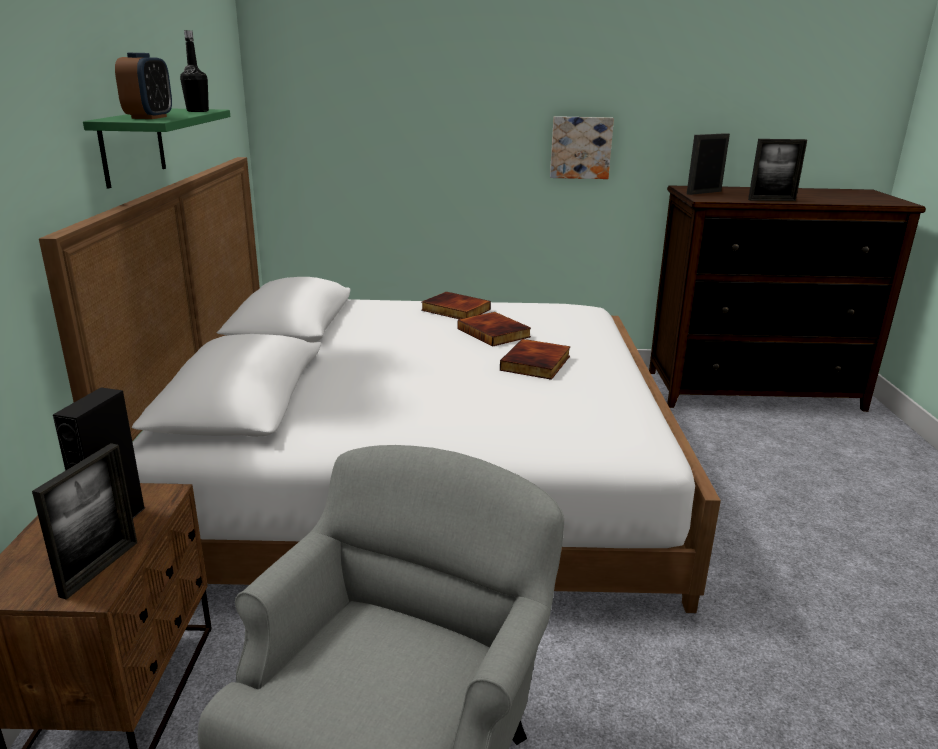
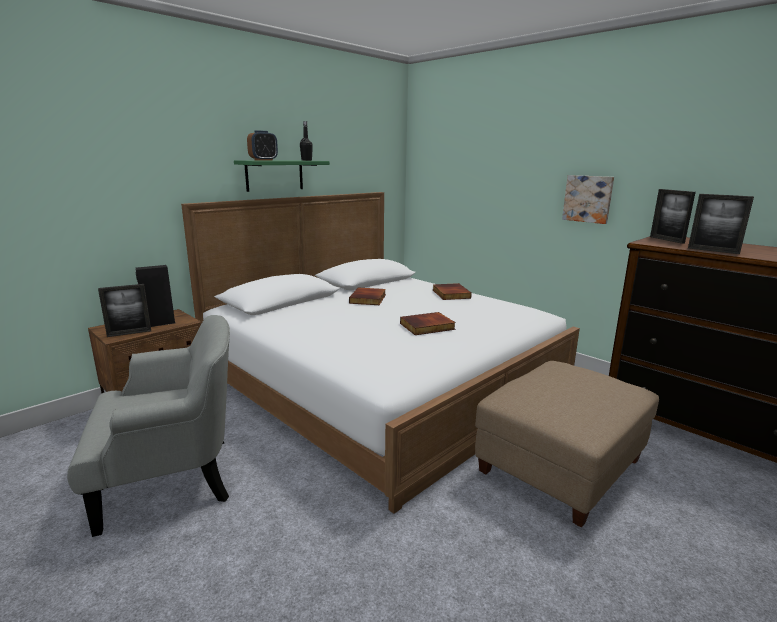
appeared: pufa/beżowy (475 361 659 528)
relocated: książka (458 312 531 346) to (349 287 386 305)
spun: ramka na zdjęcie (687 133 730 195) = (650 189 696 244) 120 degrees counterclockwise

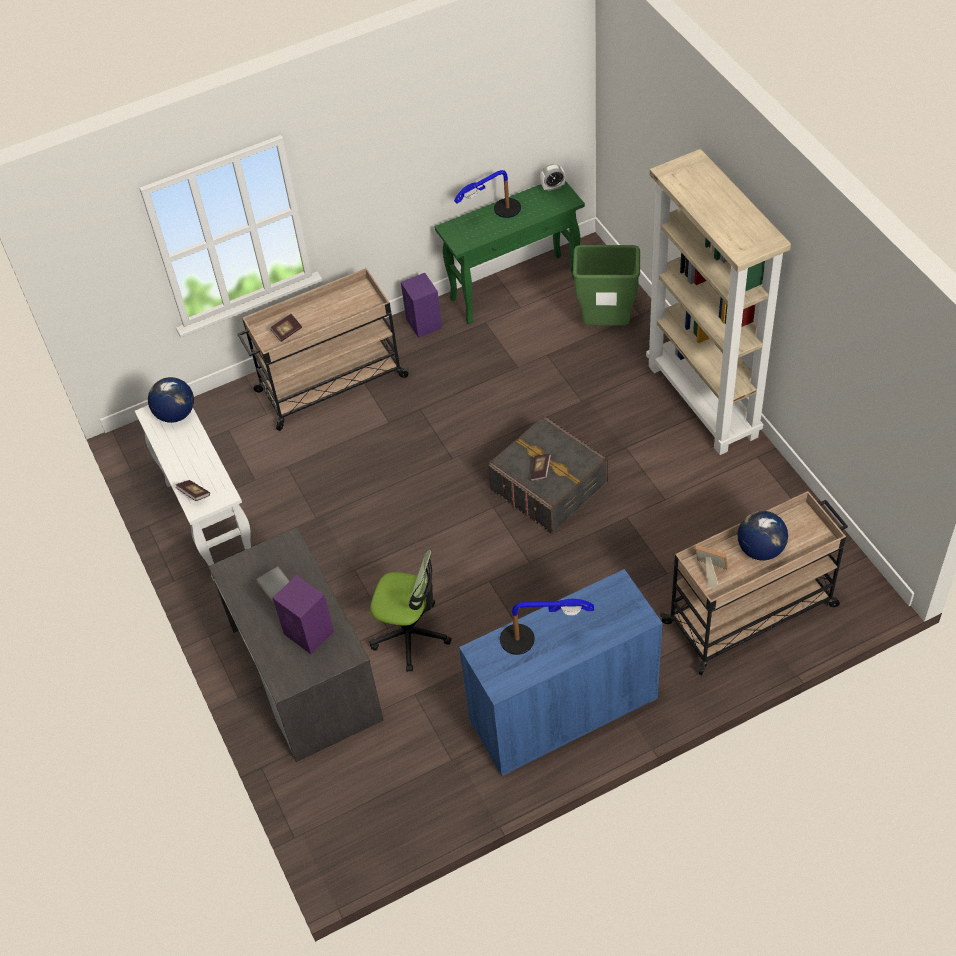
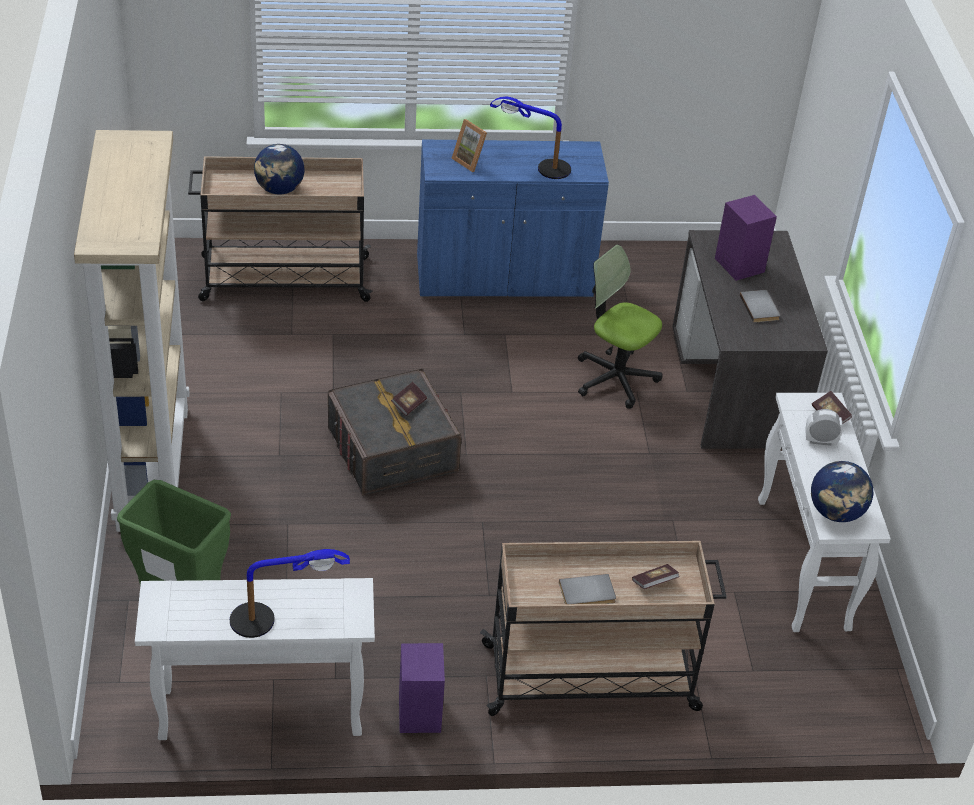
appeared: książka/szary (559 574 616 604)
relocated: ramka na zdjęcie (695 545 728 589) to (452 119 487 172); budzik (540 164 566 191) to (806 409 843 446)
colour: stolik konsolowy/zielony (434 181 585 324) to stolik konsolowy/biały (135 578 375 740)

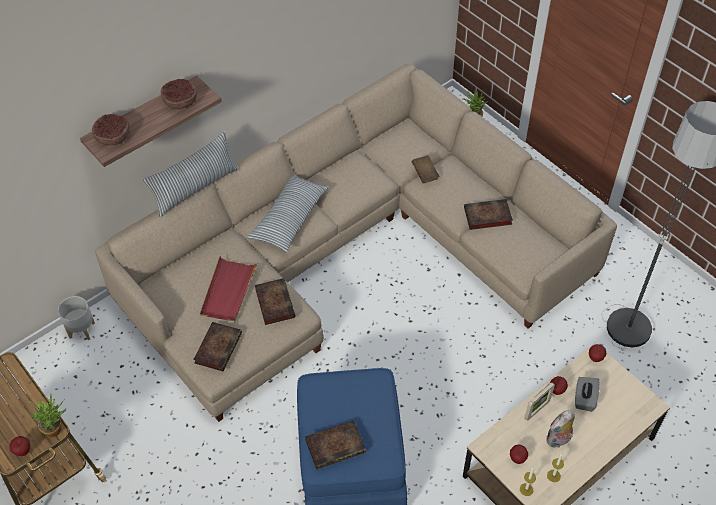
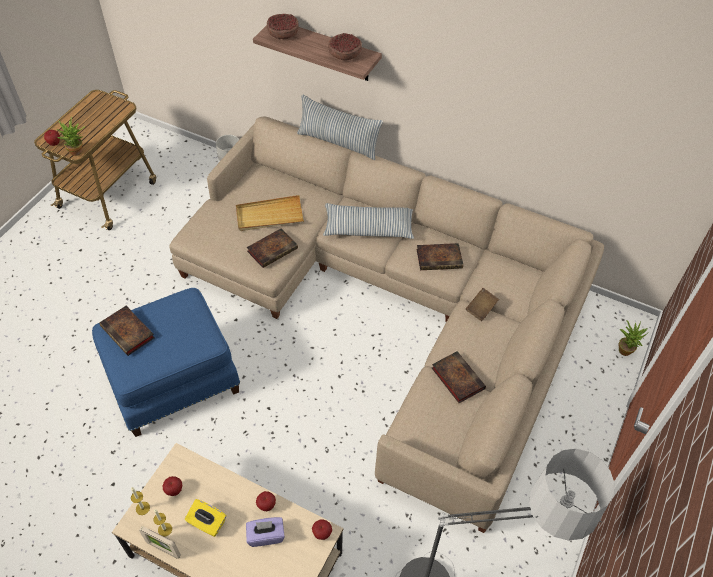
relocated: ramka na zdjęcie (525 382 555 421) to (139 526 181 559); książka (193 322 242 371) to (417 243 463 270)
exchanged: pluszak (546 410 575 448) to pudełko chusteczek/żółty (185 499 226 537)
colour: taca/czerwony (200 256 258 323) to taca/beżowy (236 195 304 231); pudełko chusteczek/szary (575 377 600 412) to pudełko chusteczek/fioletowy (246 517 285 547)

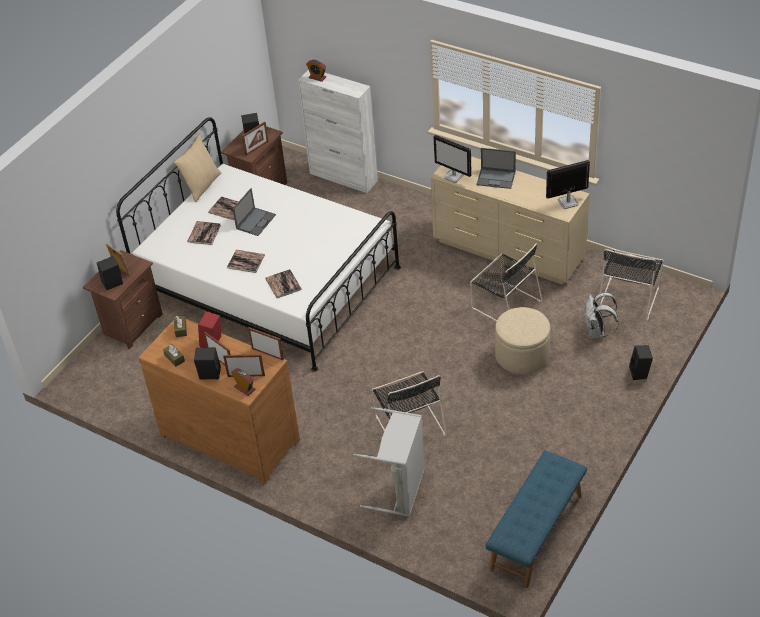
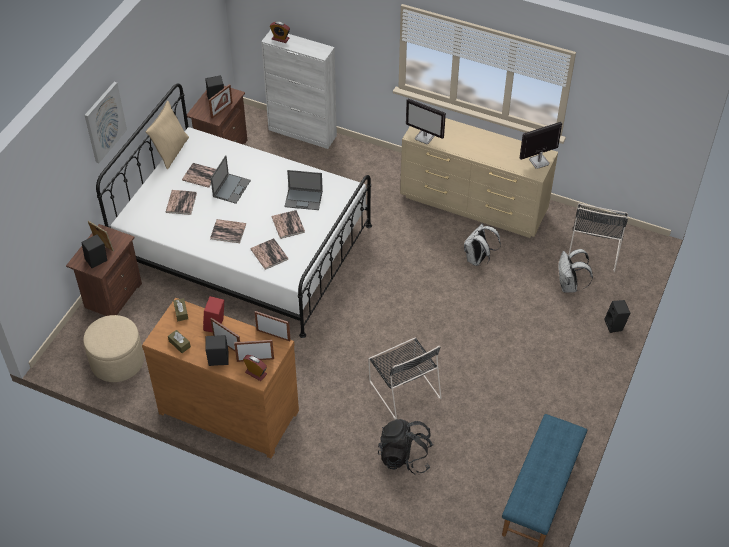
appeared: obraz (85 82 127 163); książka (272 210 305 239)
relocated: pufa/beżowy (495 307 550 374) to (83 315 144 382); laptop (476 148 516 189) to (284 170 323 210)
exchanged: kosz na pranie/szary (354 407 425 517) to plecak/czarny (378 419 433 475); krzesło/czarny (470 244 543 321) to plecak/biały (464 223 501 266)

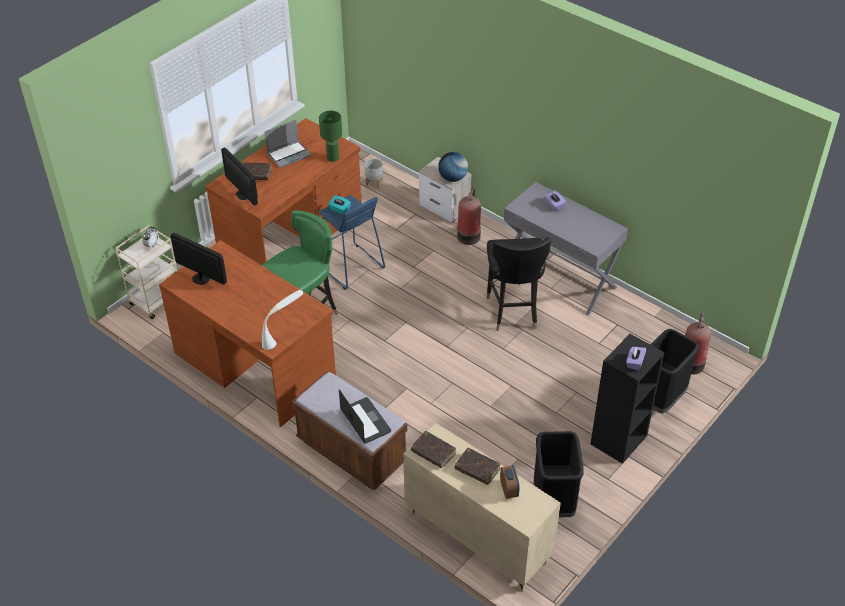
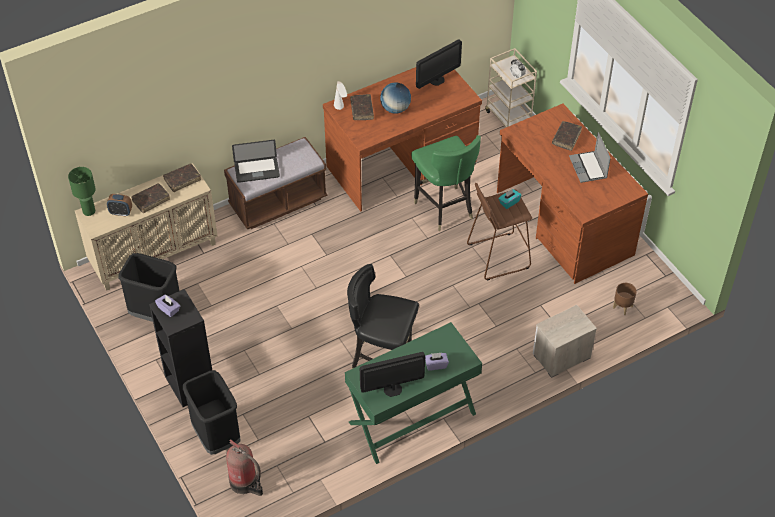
missing: gaśnica (457 187 481 245)
appeared: książka/brązowy (350 94 374 120)
relocated: lampa stołowa/zielony (319 111 342 162) to (68 167 96 216); monitor (221 147 258 206) to (360 352 425 397); globus (438 152 468 182) to (380 83 411 114)
colour: biurko/szary (504 182 628 316) to biurko/zielony (345 322 482 464); stołek/niebieski (319 195 385 290) to stołek/brązowy (467 182 532 281); donica/szary (365 159 383 188) to donica/brązowy (613 283 637 315)

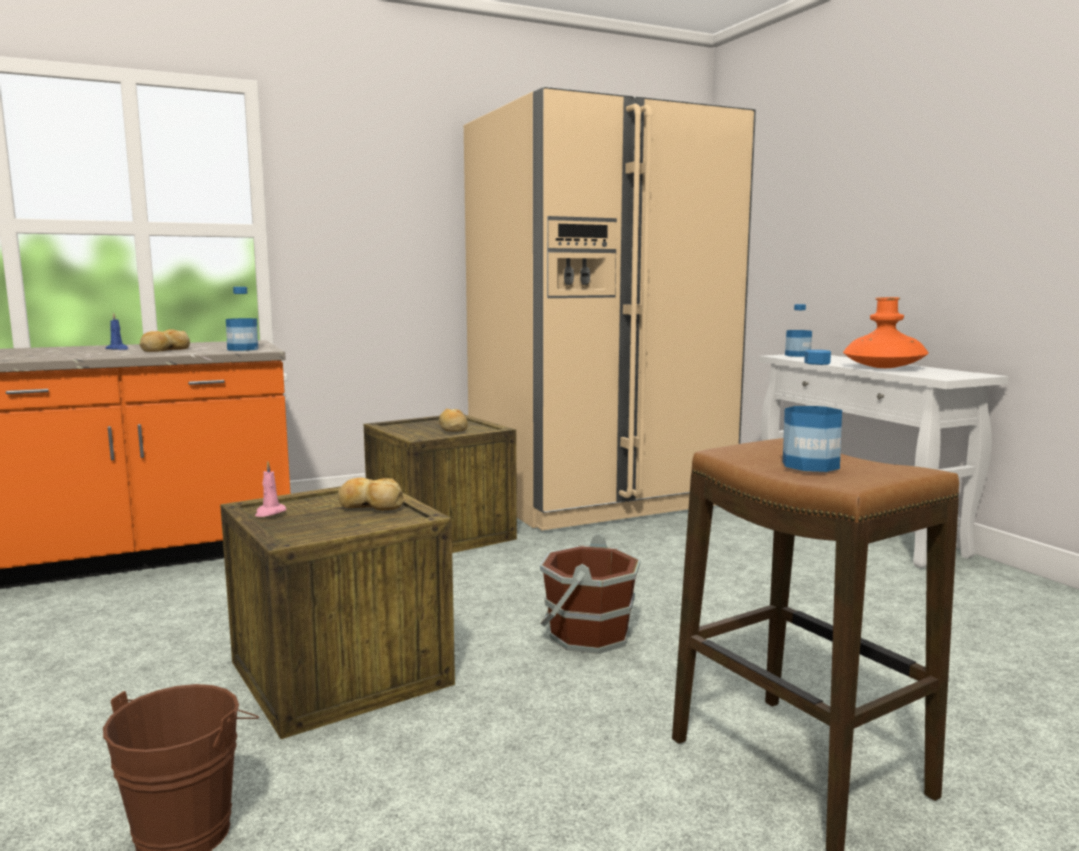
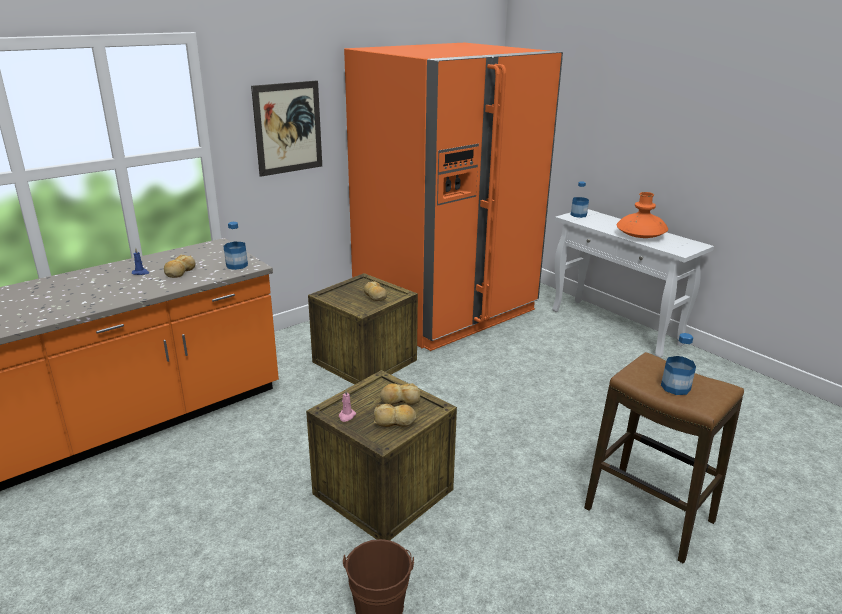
missing: wiadro/brązowy (540 533 641 654)
appeared: obraz (251 80 322 177); chleb (374 404 416 427)
colour: lodówka/beżowy (464 87 756 530) to lodówka/pomarańczowy (344 43 563 351)

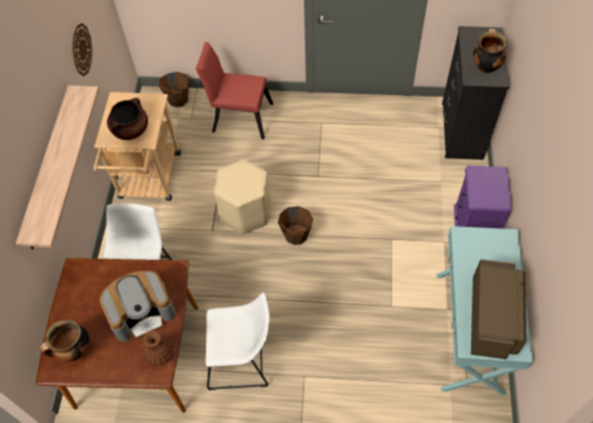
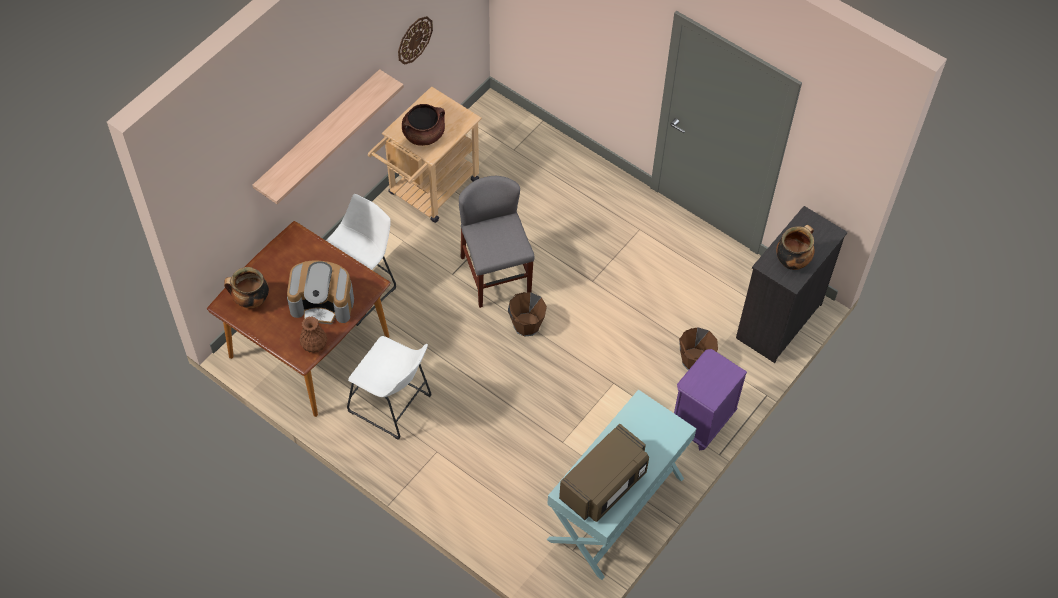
missing: krzesło/czerwony (196 42 273 139)
relocated: wiadro/brązowy (159 72 189 108) to (679 327 718 370)
exchanged: stołek/beżowy (214 160 270 235) to krzesło/szary (459 176 535 308)

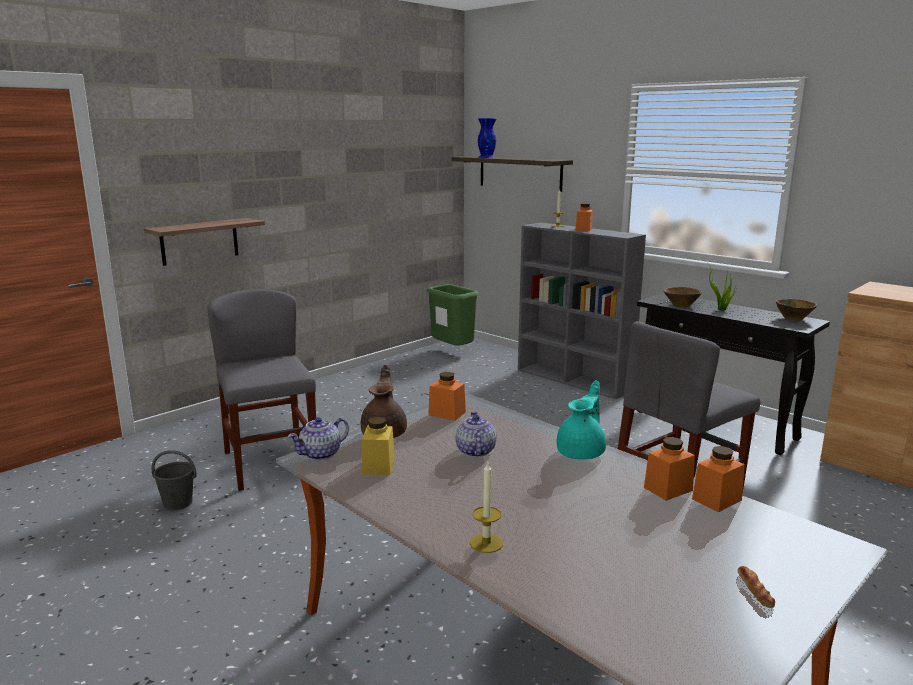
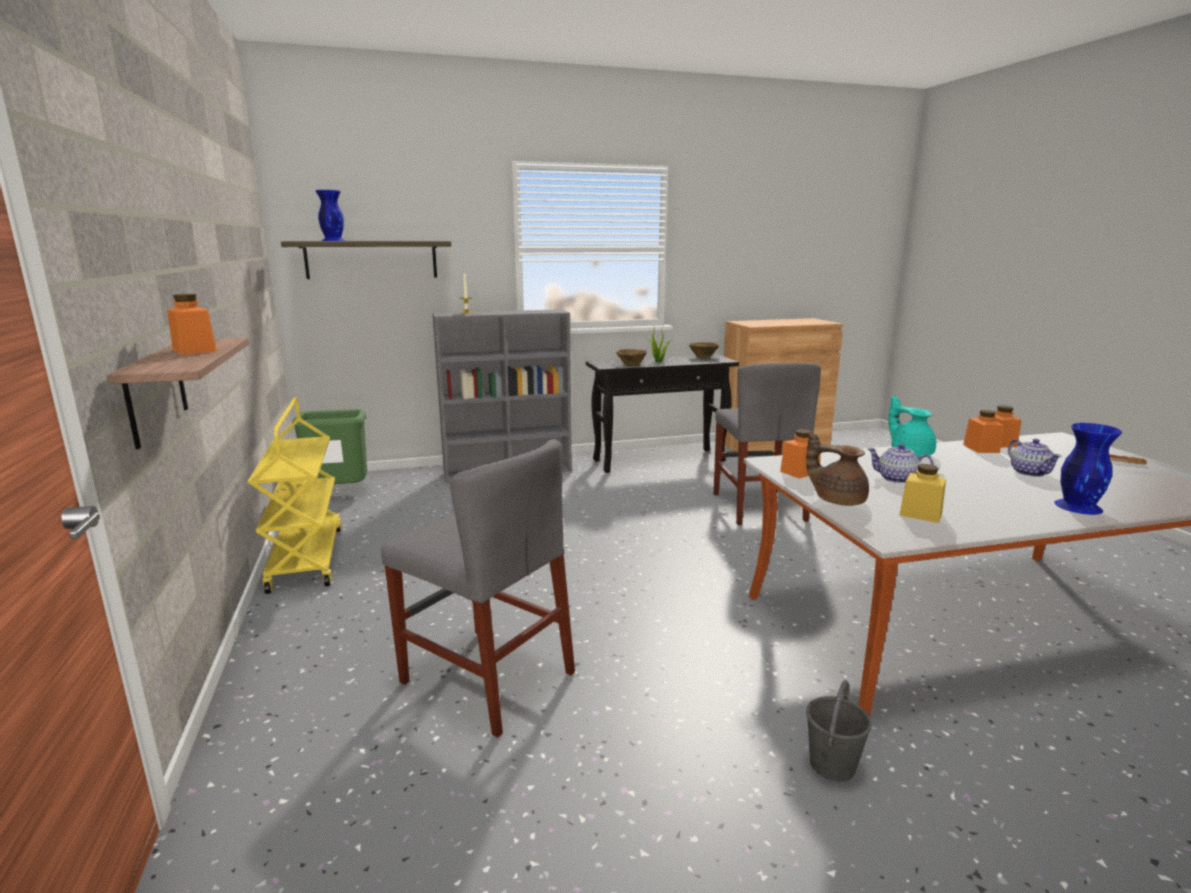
appeared: wózek/żółty (248 398 341 594)
relocated: słoik/pomarańczowy (575 204 593 231) to (167 294 217 355); wiadro/szary (152 450 197 510) to (806 680 872 782); imbryk (288 417 349 460) to (1008 439 1062 477)
exchanged: świeca (470 461 503 553) to wazon/niebieski (1054 423 1122 515)
spun: krzesło/szary (207 289 316 491) = (381 439 575 738) 150 degrees counterclockwise

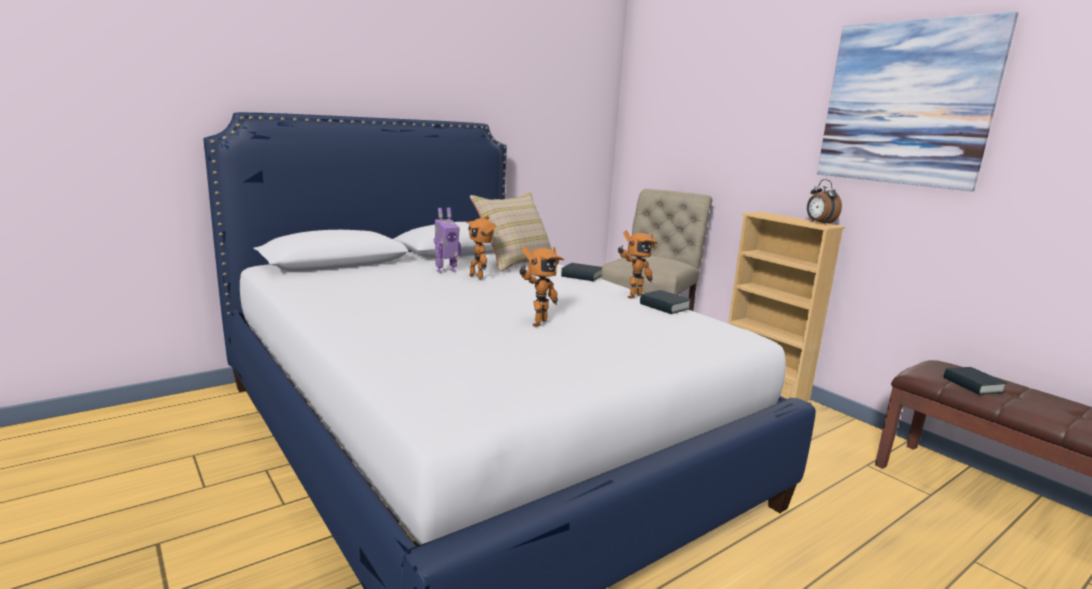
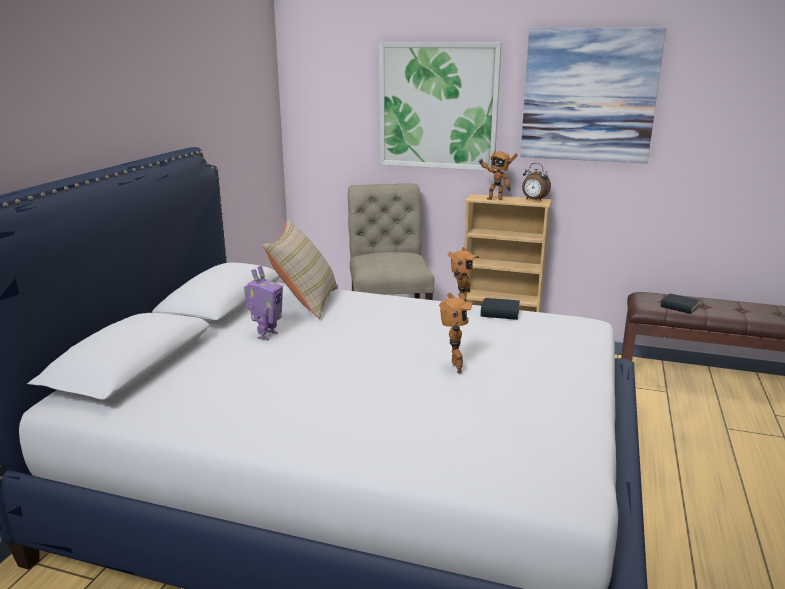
missing: książka (561 263 603 281)
appeared: obraz (379 42 502 171)
relocated: robot zabawkowy (466 216 496 279) to (478 149 518 200)

